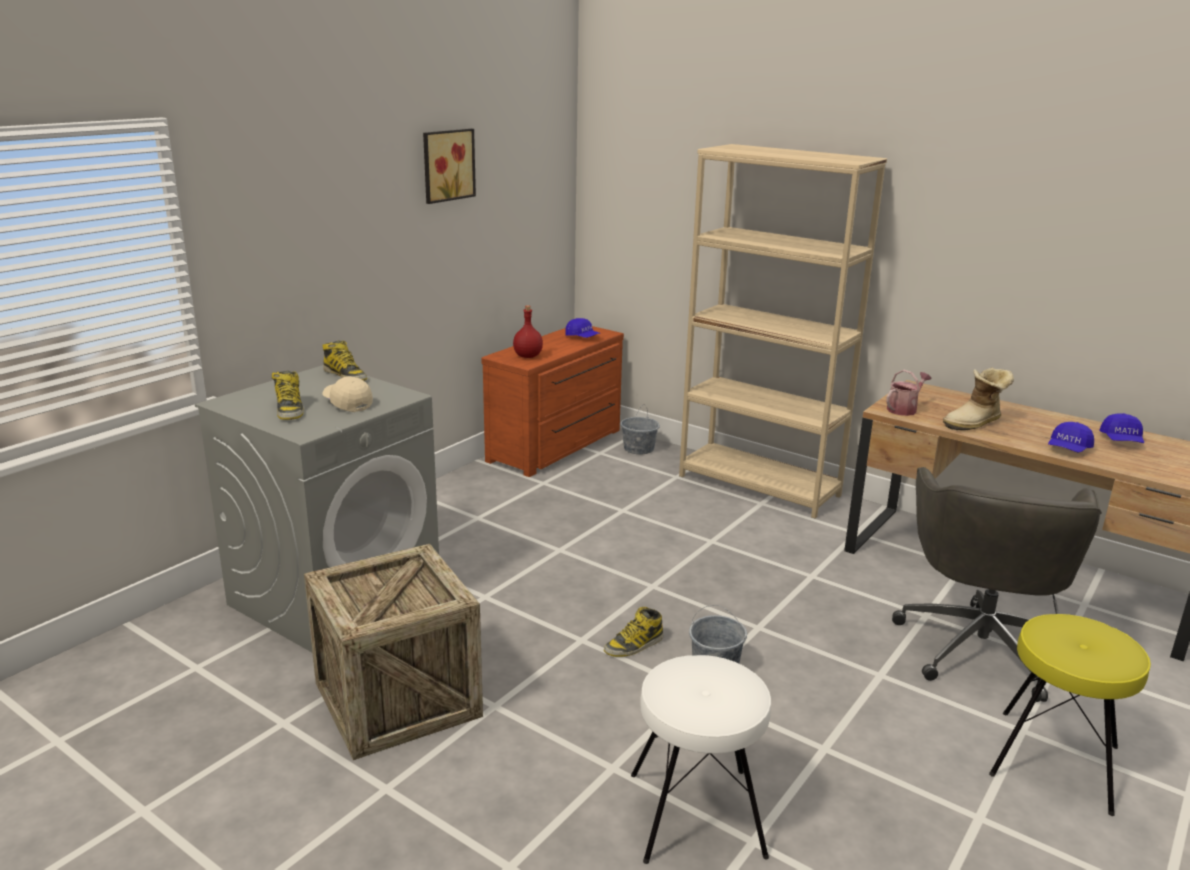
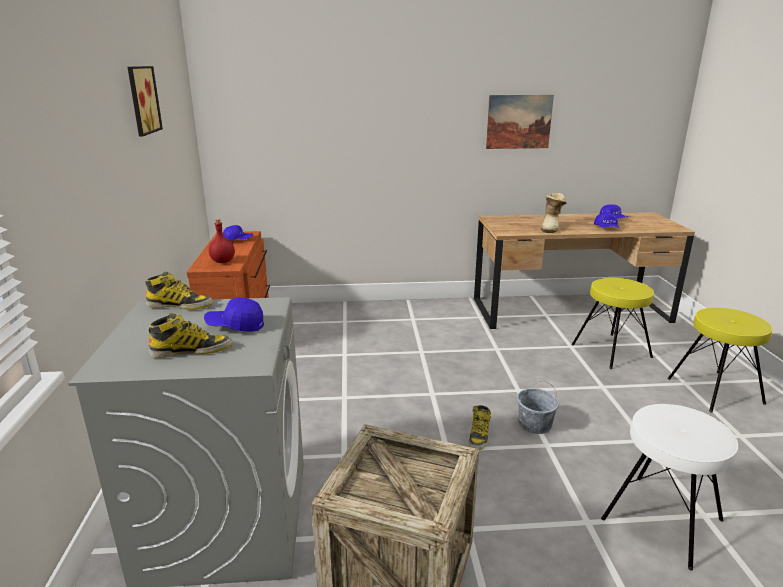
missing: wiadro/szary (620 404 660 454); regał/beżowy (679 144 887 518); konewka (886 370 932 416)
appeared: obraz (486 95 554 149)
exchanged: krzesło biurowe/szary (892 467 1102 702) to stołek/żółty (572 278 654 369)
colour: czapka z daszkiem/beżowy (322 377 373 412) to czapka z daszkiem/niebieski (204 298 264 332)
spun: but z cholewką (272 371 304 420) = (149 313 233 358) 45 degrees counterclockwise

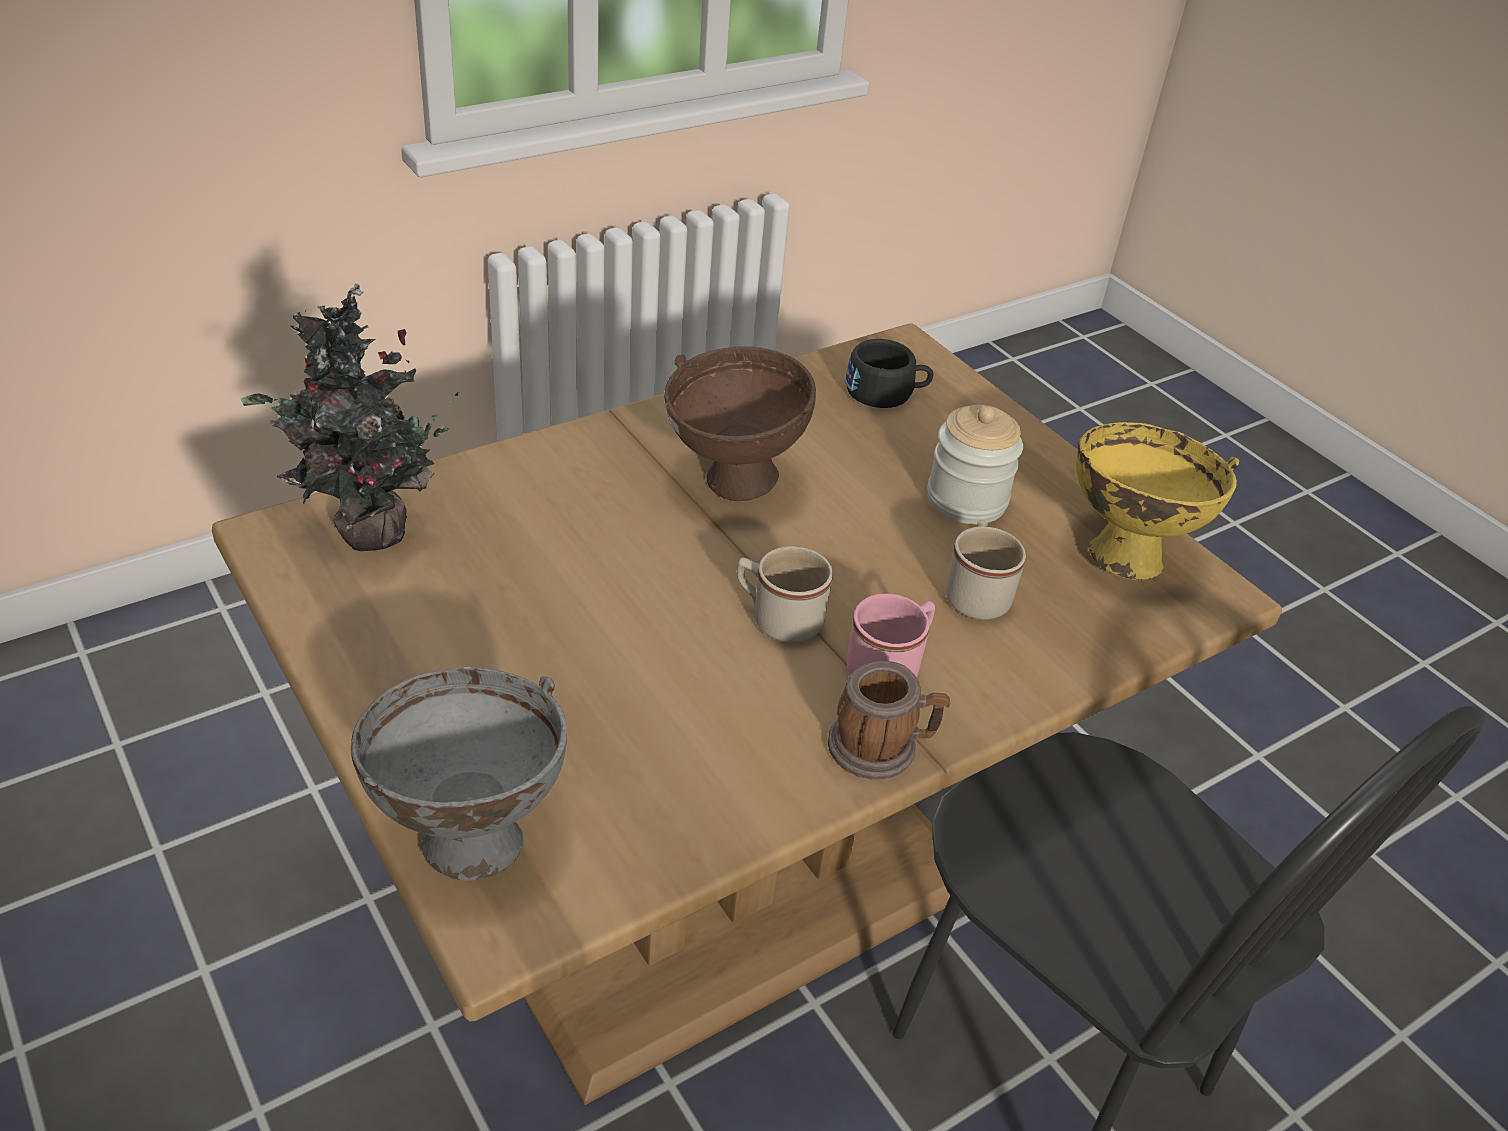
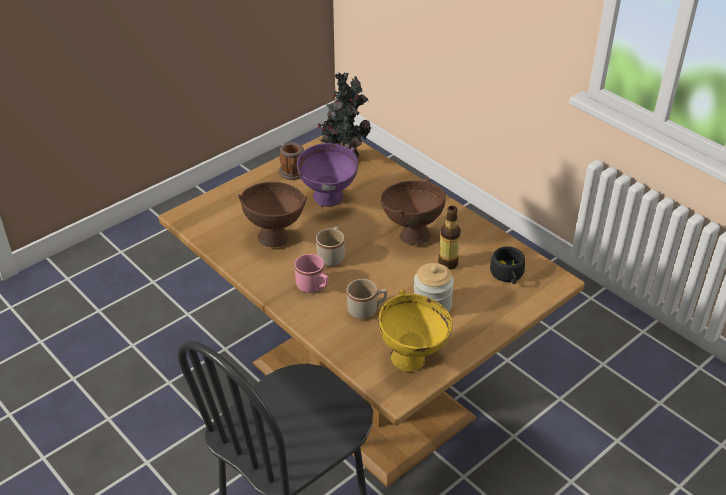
missing: miska/szary (351 667 567 880)
appeared: miska/brązowy (238 182 307 247); miska/fioletowy (297 143 358 207); butelka (438 206 461 269)
relocated: kubek (828 661 950 780) to (279 142 304 180)

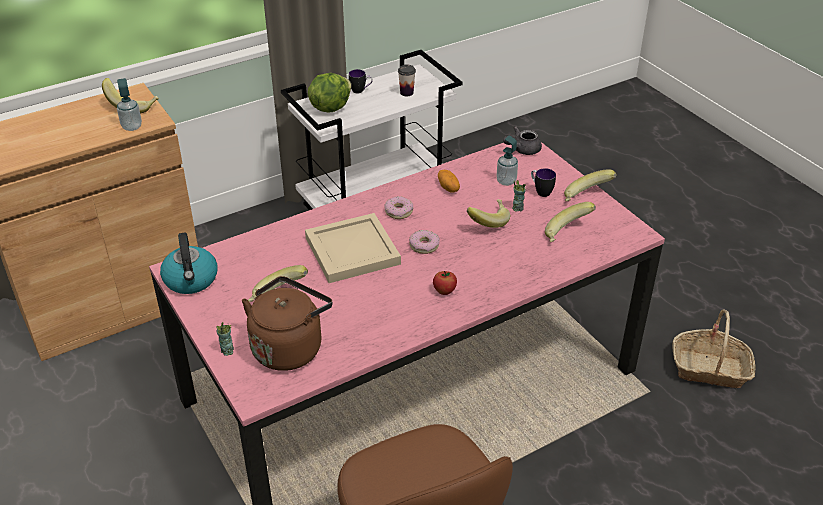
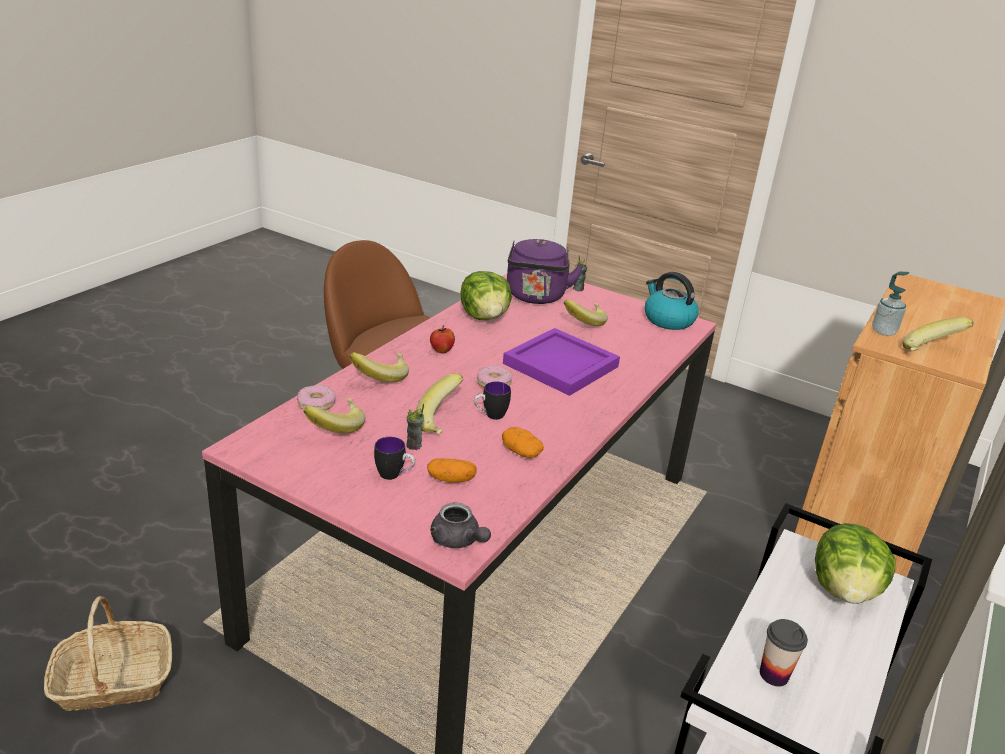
appeared: sałata (460 271 512 320)
relocated: donut (385 196 413 219) to (297 385 336 410); banan (564 169 616 201) to (350 352 409 382); kubek (349 69 373 93) to (474 381 511 420)
exchanged: dozownik mydła (496 136 518 186) to ziemniak (427 458 477 483)
colour: taca/beżowy (305 213 401 283) to taca/fioletowy (503 328 620 396); czajnik/brązowy (242 276 332 371) to czajnik/fioletowy (507 239 584 304)
spun: imbryk/szary (503 126 542 155) = (430 503 491 548) 105 degrees clockwise

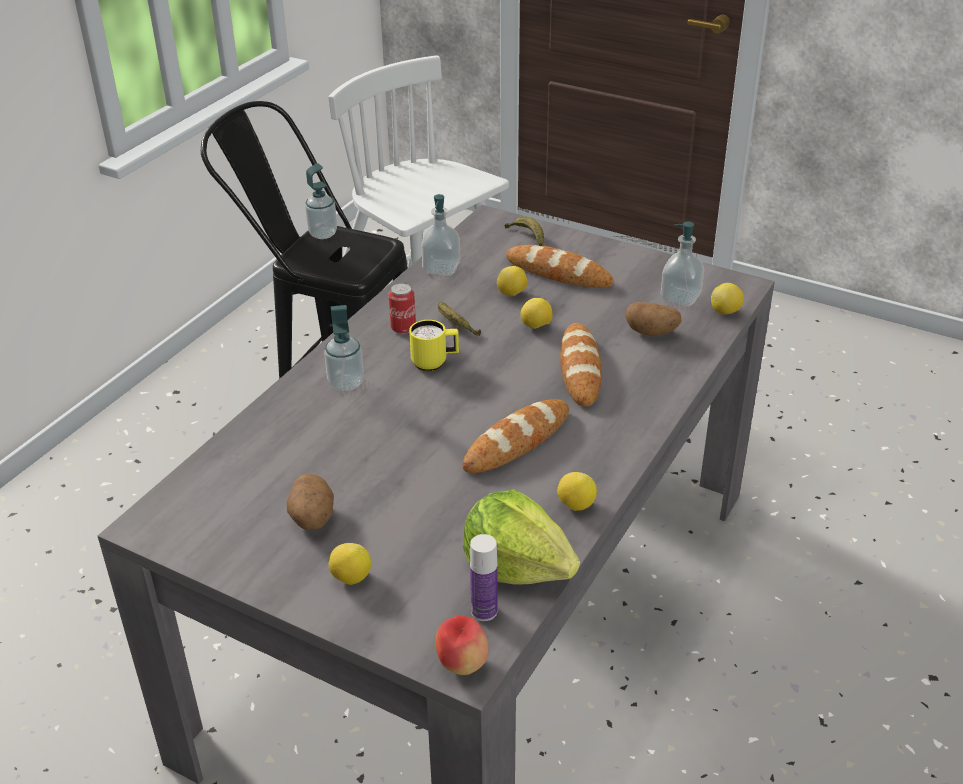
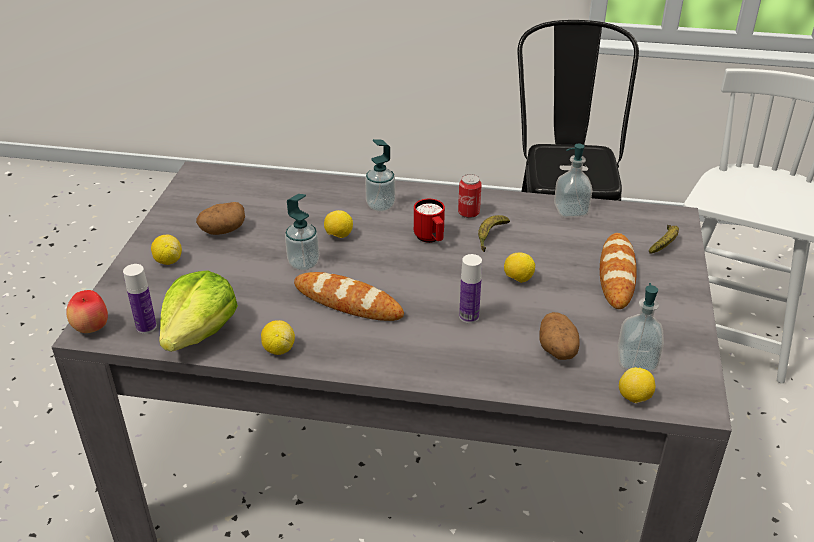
relocated: dozownik mydła (305 163 337 239) to (285 194 319 271); cytryna (497 266 527 296) to (324 210 353 238)
exchanged: chleb (560 323 601 407) to butelka (459 254 482 323)
colour: kubek/żółty (409 320 459 371) to kubek/czerwony (414 199 445 243)

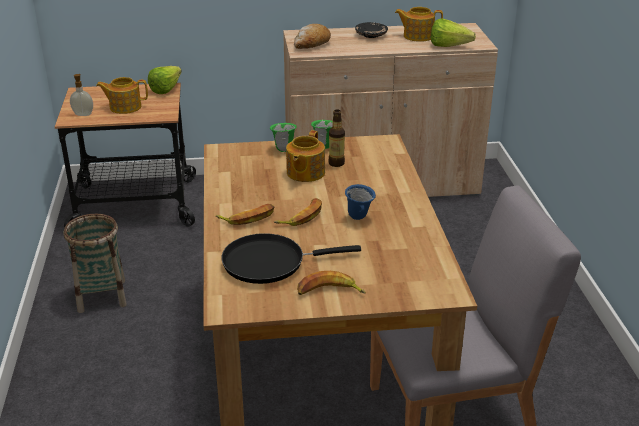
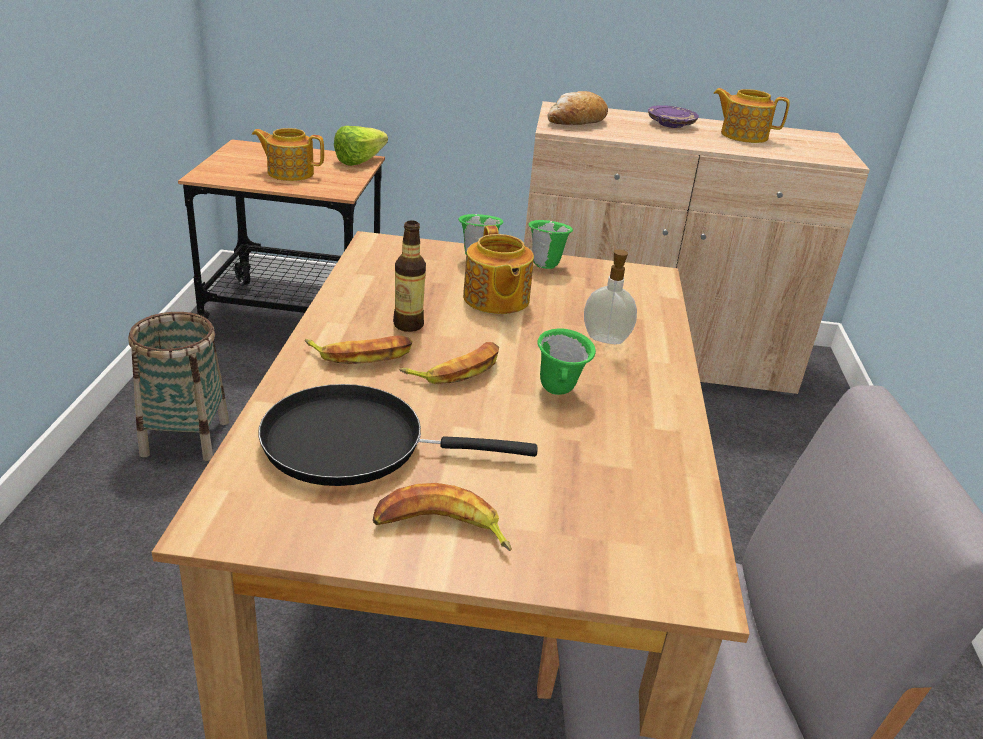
missing: sałata (431 18 476 47)
relocated: butelka (329 109 345 167) to (393 220 426 332); dozownik mydła (70 74 93 116) to (584 250 637 344)
colour: kubek/niebieski (345 184 376 220) to kubek/zielony (537 328 596 395); talerz/czarny (355 22 388 38) to talerz/fioletowy (648 105 699 128)
spun: imbryk (286 130 325 182) = (463 225 534 314) 45 degrees counterclockwise

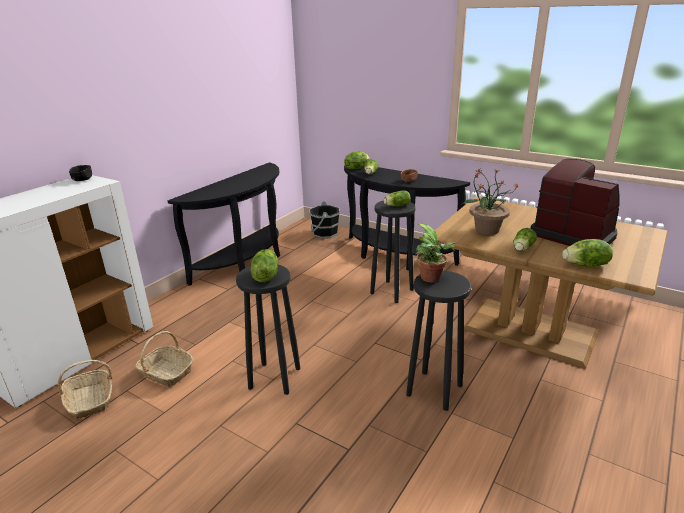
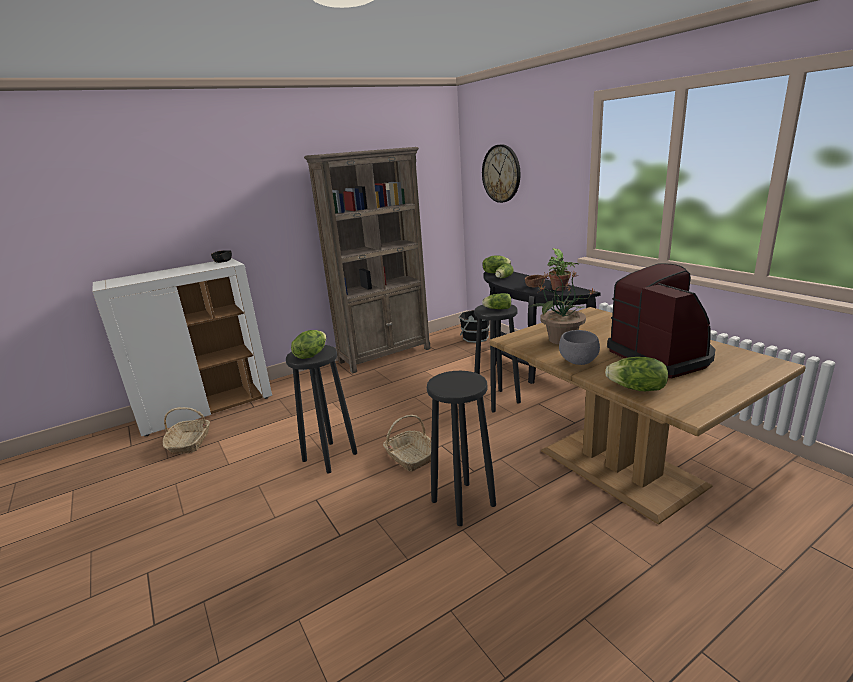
appeared: zegar ścienny (482 144 520 203)
relocated: koszyk (135 331 194 387) to (383 415 431 472); roślina doniczkowa (415 224 455 282) to (547 248 579 291)
exchanged: stolik konsolowy/czarny (167 163 280 286) to regał/brązowy (304 147 431 373); sałata (514 228 537 251) to miska/szary (559 330 600 365)

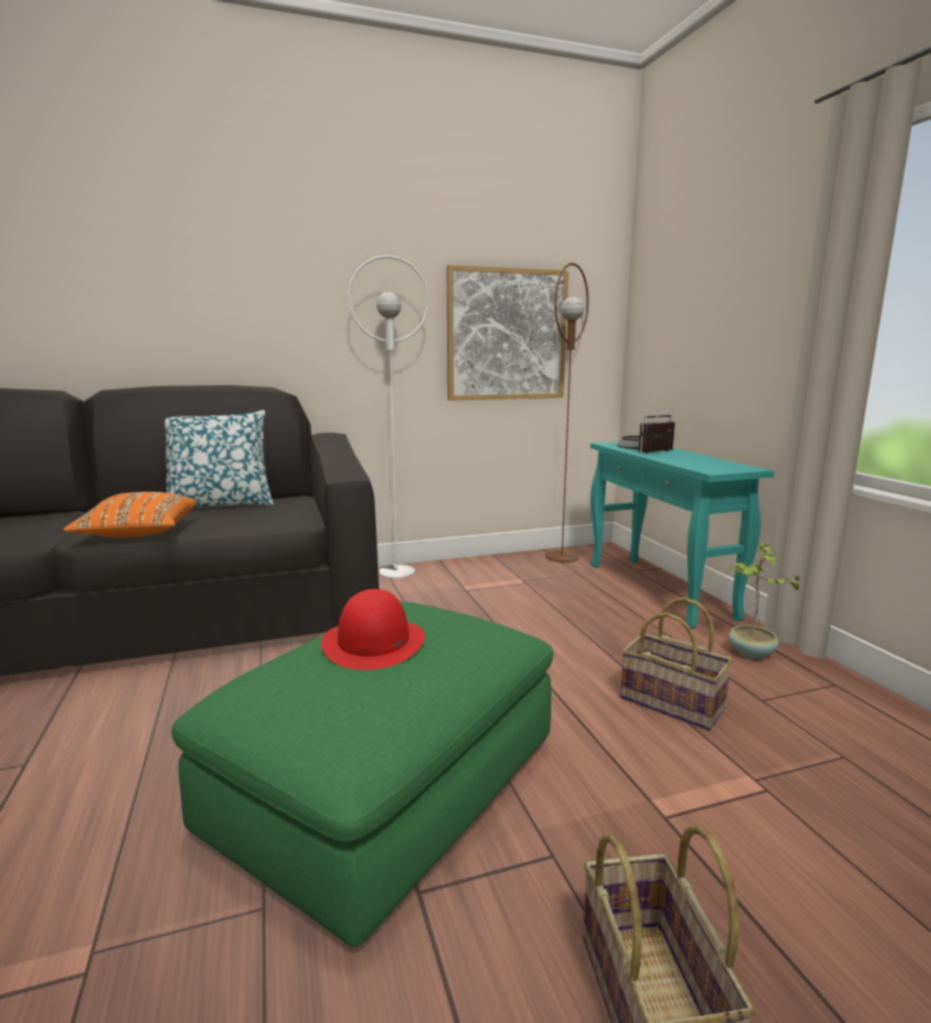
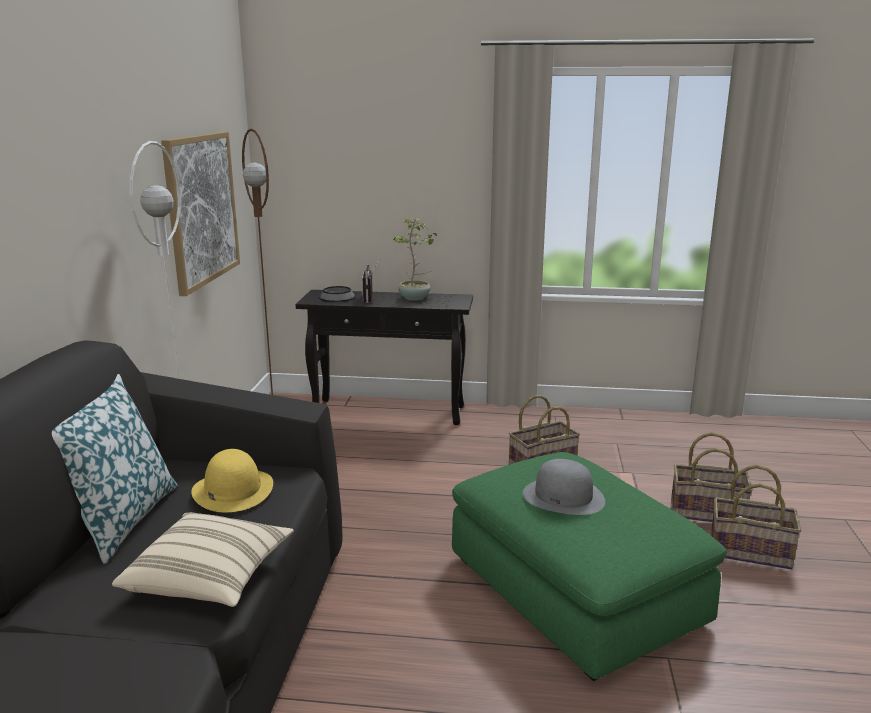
appeared: kapelusz/żółty (191 449 273 512); koszyk (671 432 753 522)
relocated: roślina doniczkowa (729 543 807 659) to (394 218 437 301)
colour: poduszka/pomarańczowy (63 492 197 537) to poduszka/beżowy (112 512 293 607); stolik konsolowy/turkusowy (590 442 774 629) to stolik konsolowy/czarny (296 290 473 425); kapelusz/czerwony (321 589 425 670) to kapelusz/szary (523 459 605 515)

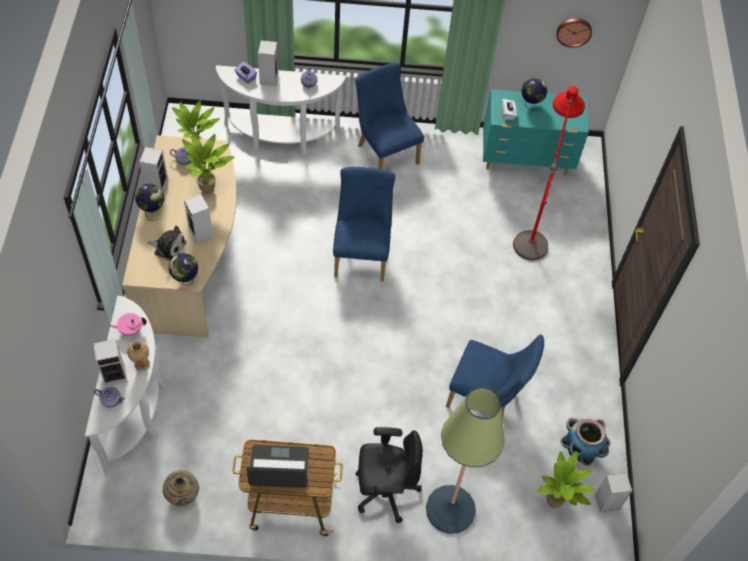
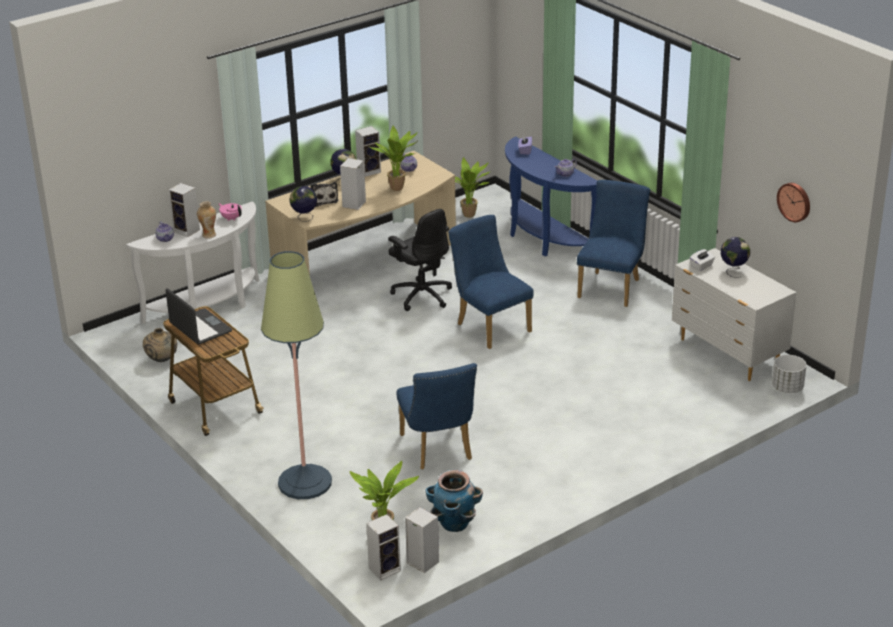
missing: lampa stojąca/czerwony (513 86 585 260)
appeared: donica/biały (772 355 807 393)
relocated: głośnik (258 40 279 86) to (366 514 401 580); krzesło biurowe/czarny (355 427 423 523) to (388 209 452 311)
colour: stolik konsolowy/biały (216 65 346 155) to stolik konsolowy/niebieski (505 137 597 256); komoda/turkusowy (483 89 589 175) to komoda/biały (672 248 796 381)
spun: krzesło/niebieski (333 167 396 282) = (448 215 534 349) 90 degrees counterclockwise

